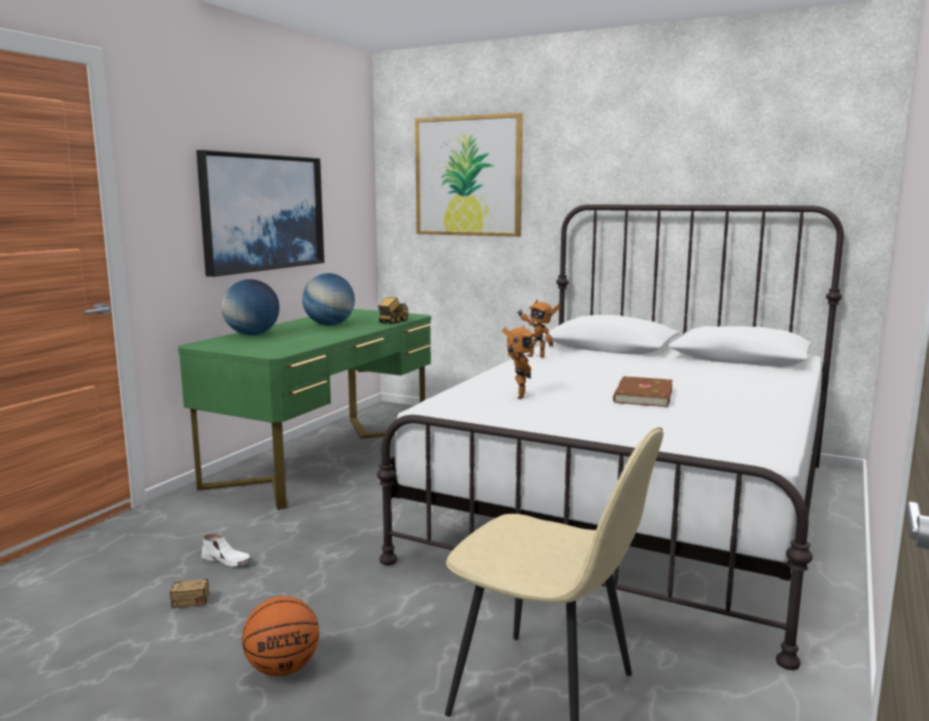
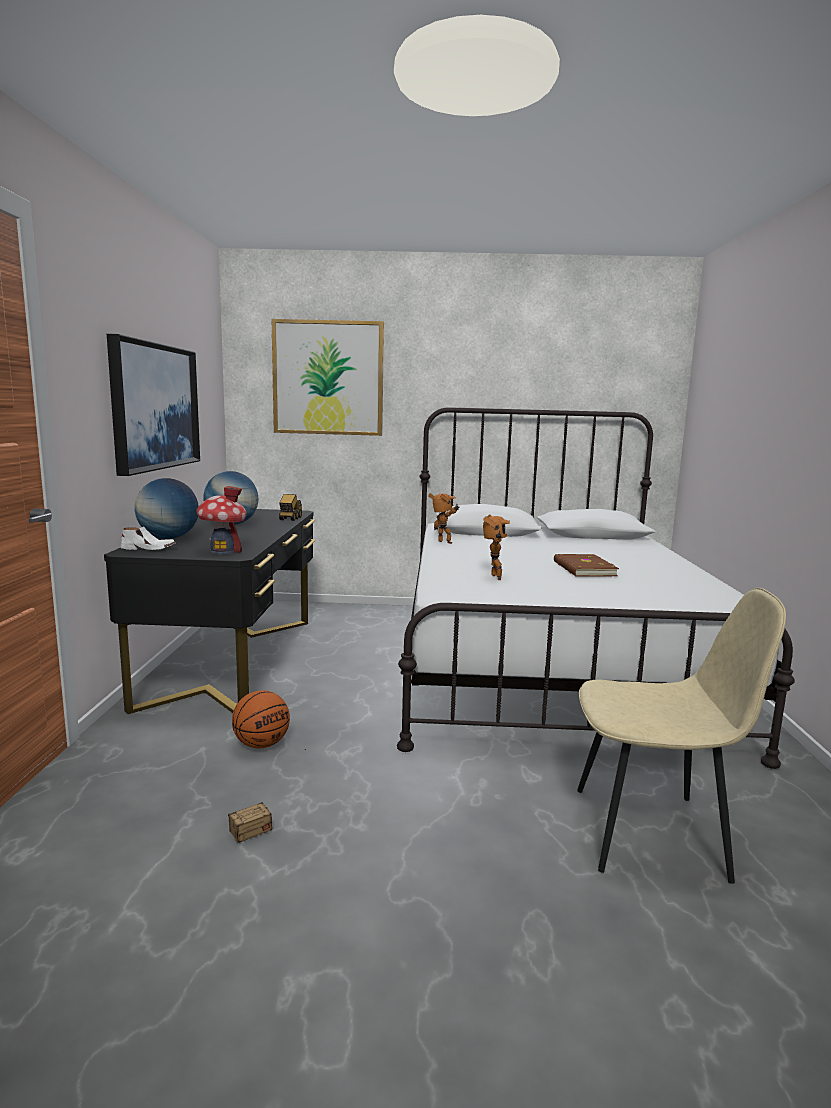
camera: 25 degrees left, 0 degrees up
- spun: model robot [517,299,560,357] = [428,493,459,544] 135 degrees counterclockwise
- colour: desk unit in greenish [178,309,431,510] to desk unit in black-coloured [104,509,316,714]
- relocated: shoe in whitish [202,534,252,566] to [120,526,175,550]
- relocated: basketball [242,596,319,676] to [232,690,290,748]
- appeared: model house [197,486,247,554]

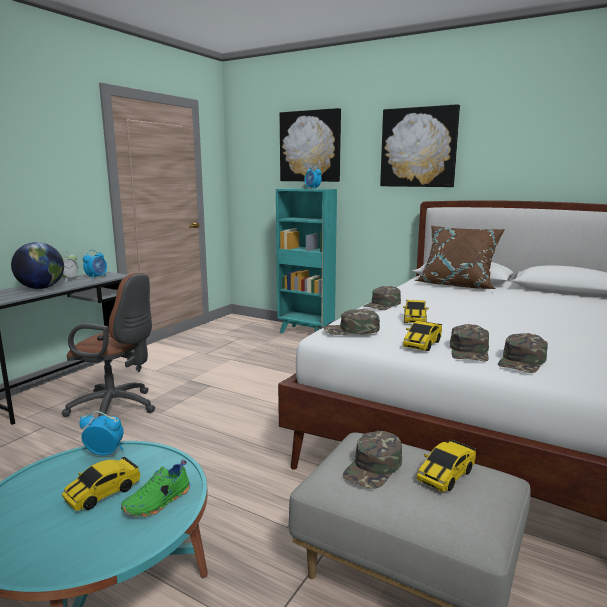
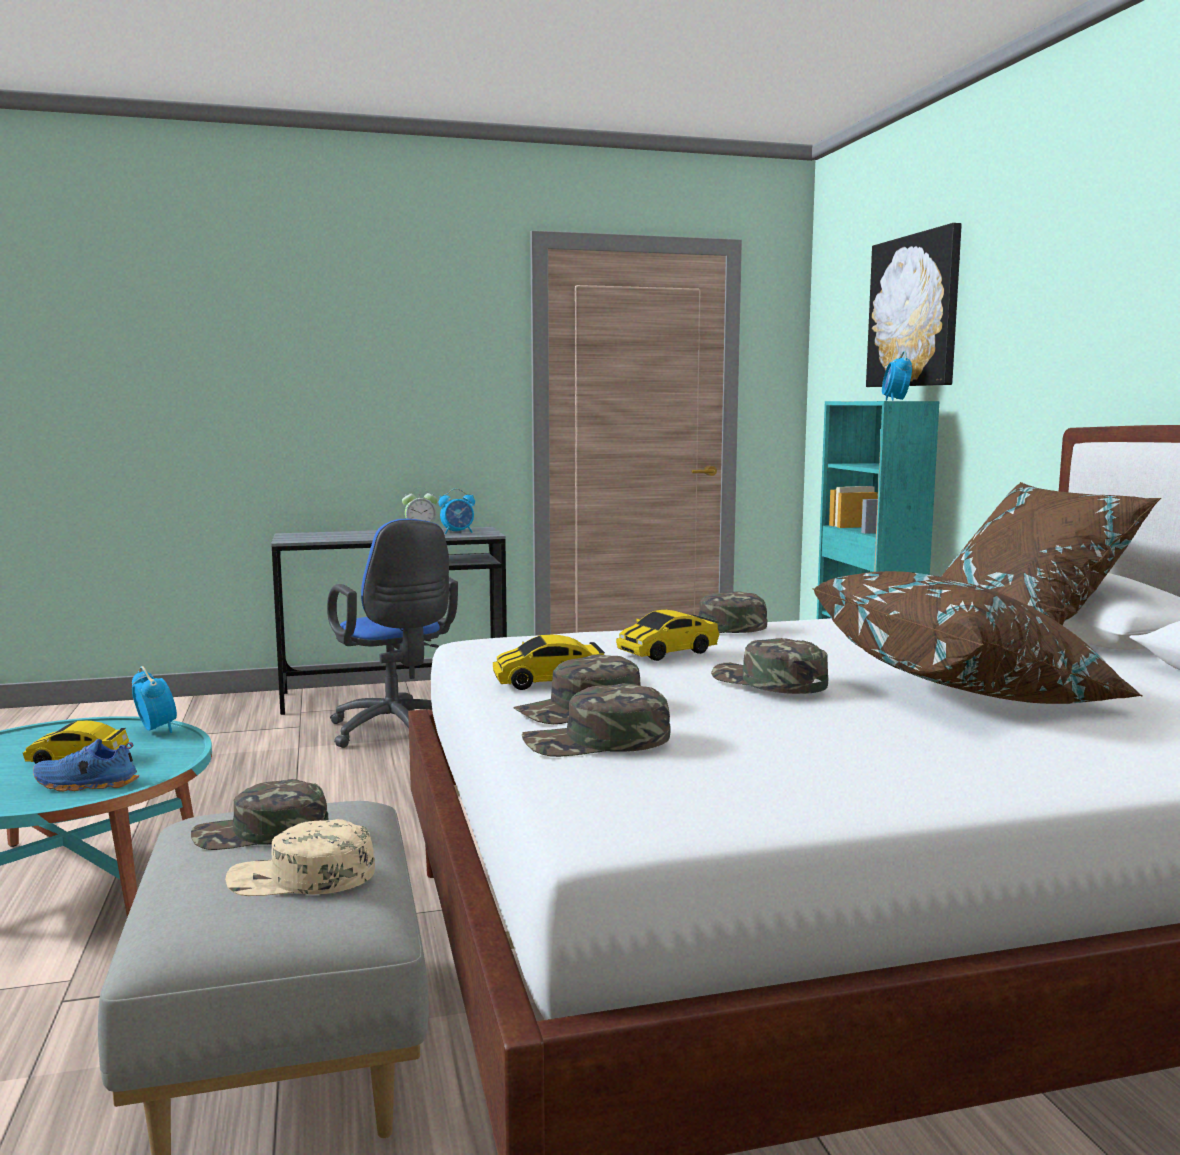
camera: 45 degrees right, 5 degrees down
- missing: wall picture [380,104,460,187]
- missing: globe [11,242,64,289]
- colour: office chair in brownish [62,273,155,417] to office chair in blue-coloured [327,519,458,748]
- relocated: cap in greenish [323,309,380,335] to [711,638,829,694]
- exchanged: miniature car [417,439,477,492] to cap in beige [225,819,375,896]
- colour: shoe in greenish [121,460,190,517] to shoe in blue-coloured [33,739,139,792]
- appeared: throw pillow in brownish [813,571,1143,704]

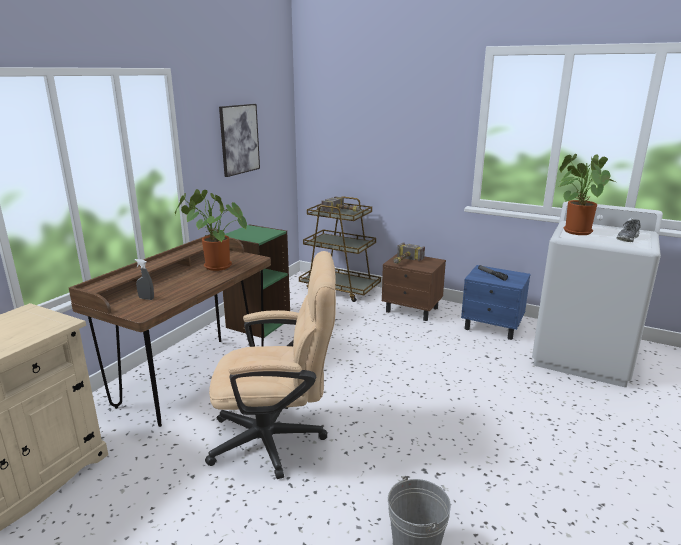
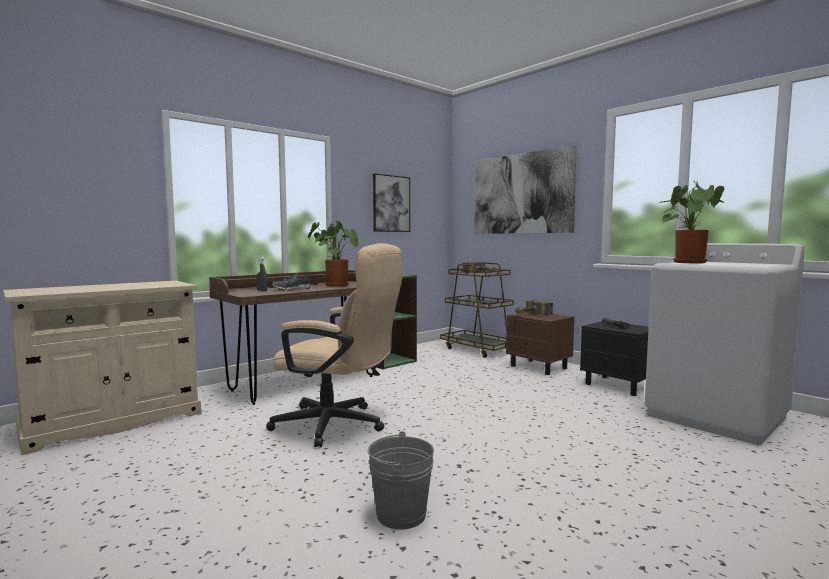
camera: 20 degrees right, 15 degrees down
- relocated: shoe [616,219,641,242] to [272,274,311,291]
- colour: night table in blue-coloured [461,265,531,340] to night table in black-coloured [580,321,649,396]
- appeared: wall picture [474,145,577,234]

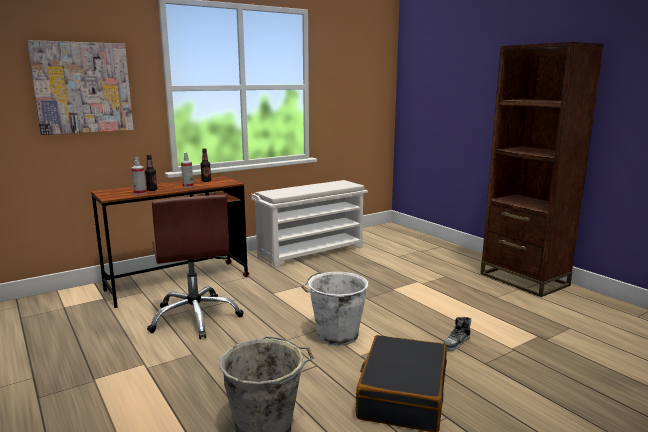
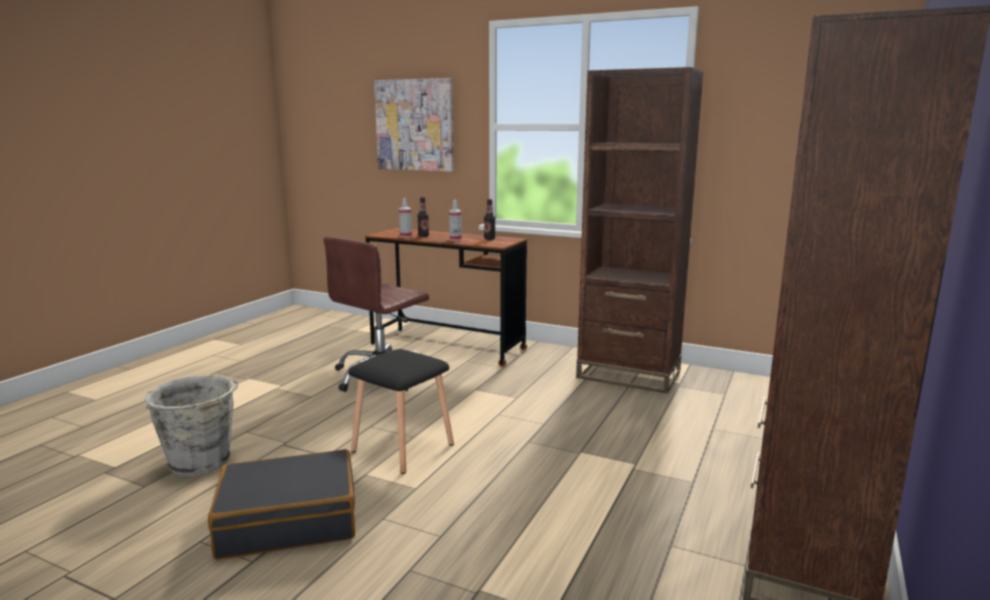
camera: 60 degrees right, 0 degrees up
- exchanged: shoe shelf in whitish [251,180,368,268] to shelving unit in brownish [576,67,704,394]
- exchanged: pail in whitish [301,272,368,346] to sitting stool in black-coloured [348,349,454,474]
- missing: shoe [443,317,471,351]

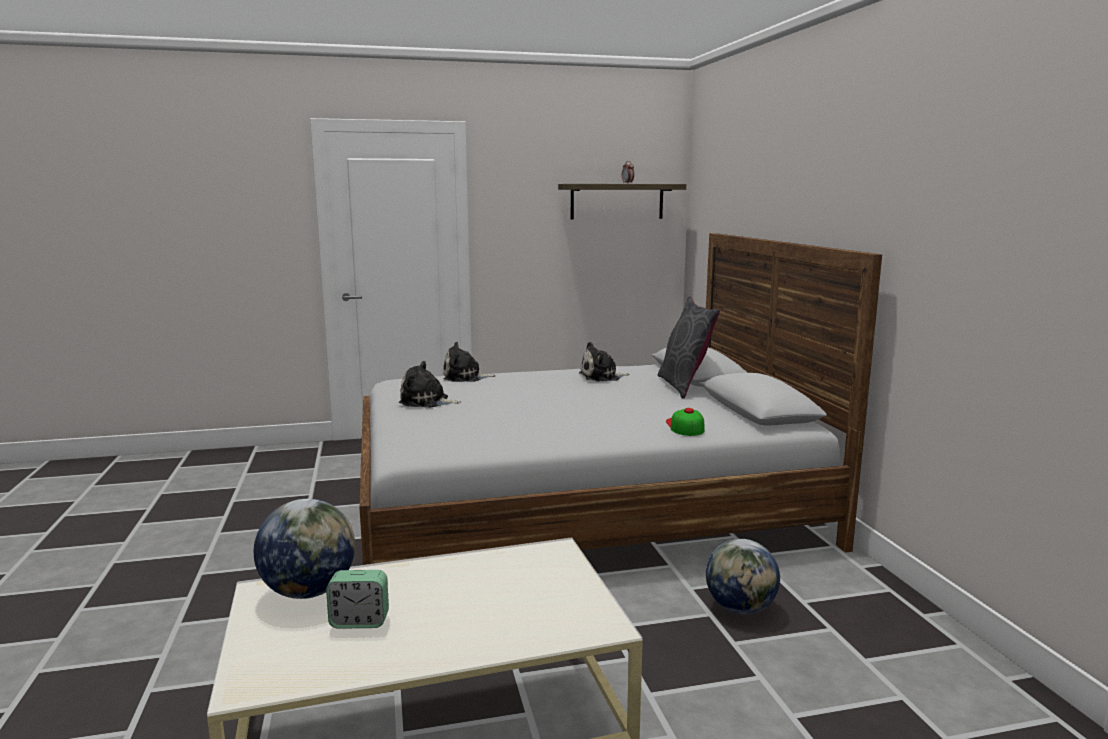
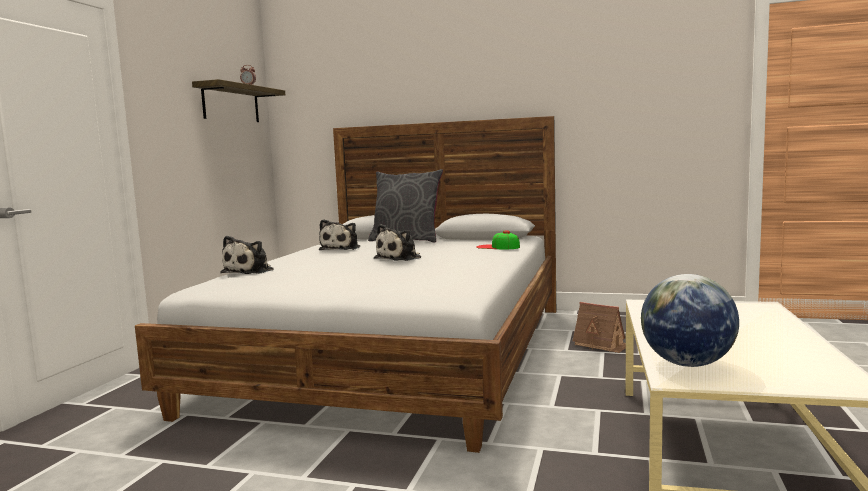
camera: 60 degrees left, 5 degrees down
- relocated: plush toy [399,361,461,408] to [374,224,421,261]
- exchanged: globe [706,539,780,614] to model house [573,302,626,353]
- missing: bedside clock [326,570,389,629]

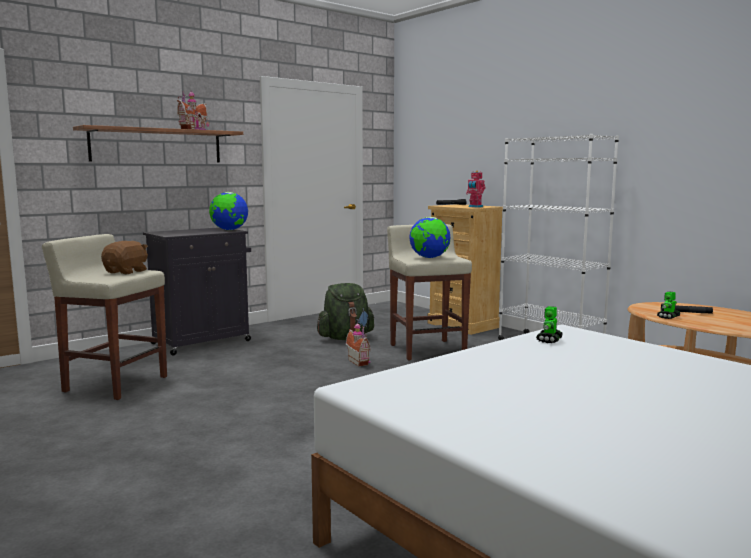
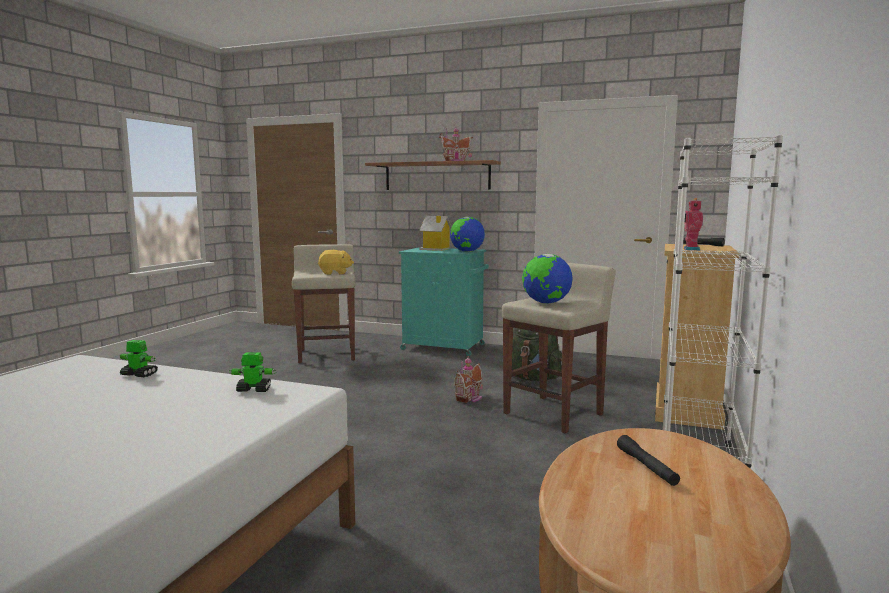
camera: 60 degrees right, 0 degrees up
- colour: cabinet in black-coloured [143,228,251,355] to cabinet in blue-green [399,247,489,356]
- colour: plush toy in brownish [101,241,148,274] to plush toy in yellow [318,250,354,275]
- relocated: model robot [657,291,681,319] to [120,340,158,377]
- appeared: model house [419,216,452,251]

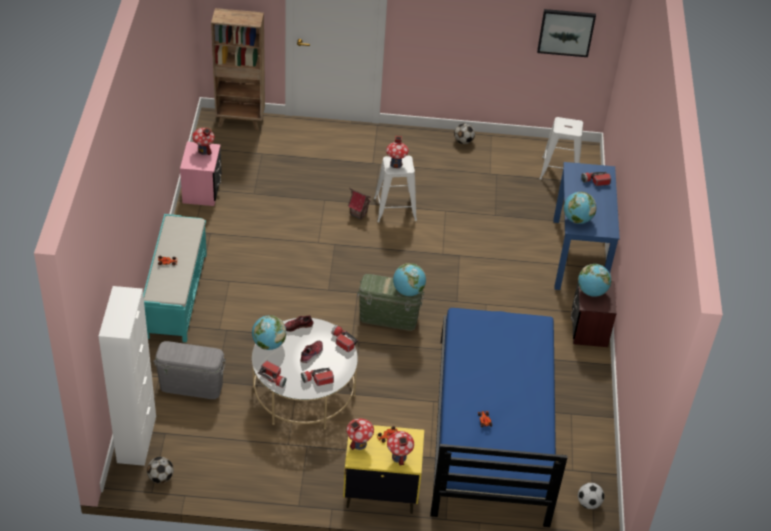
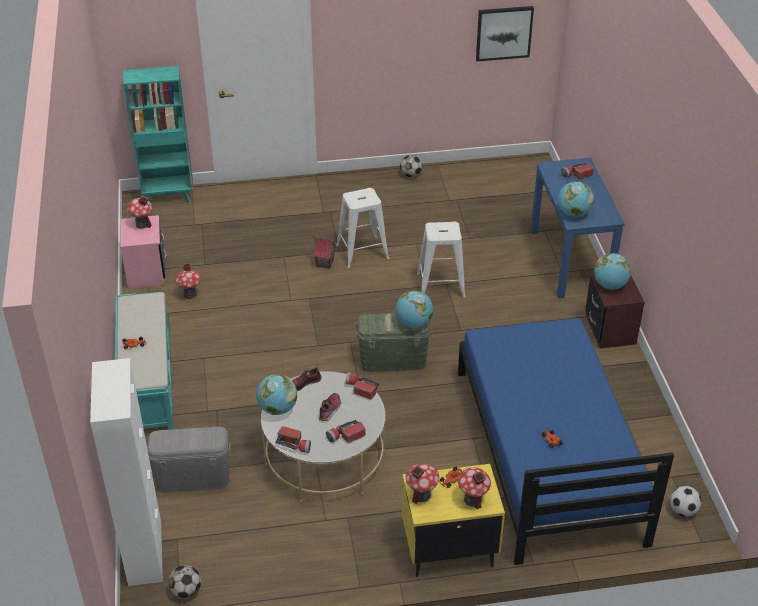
camera: 10 degrees left, 5 degrees down
- colour: shelving unit in brownish [211,8,265,131] to shelving unit in blue-green [123,66,193,203]
- relocated: sitting stool in whitish [539,117,583,179] to [417,222,466,297]
- relocated: model house [386,136,409,168] to [175,263,201,299]

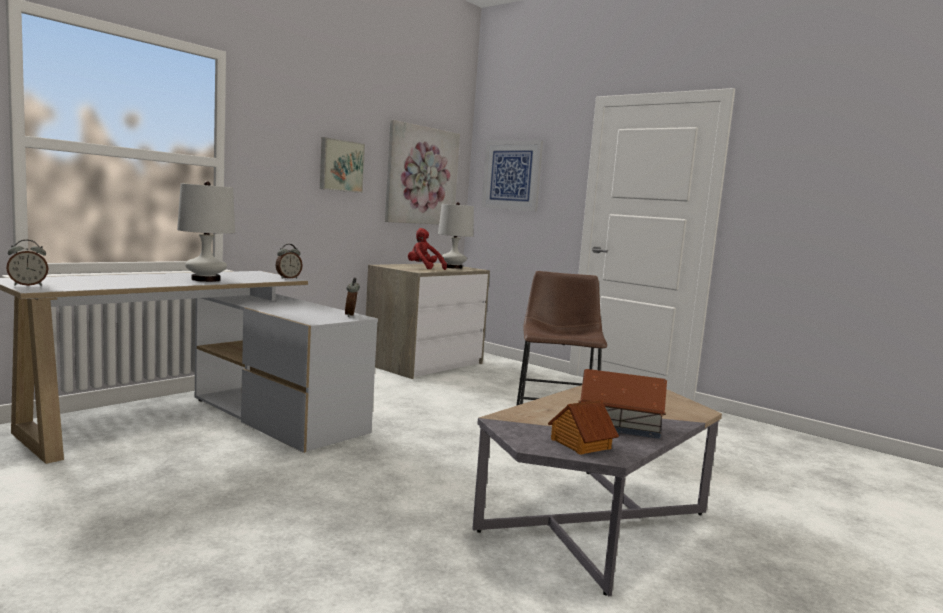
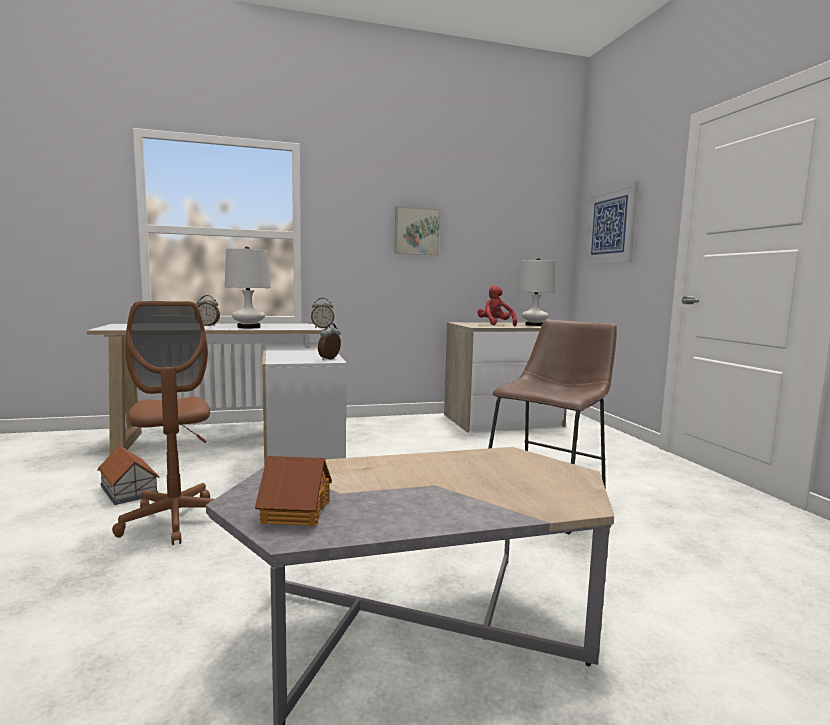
camera: 35 degrees right, 0 degrees up
- missing: wall picture [385,120,460,224]
- relocated: bedside clock [6,240,49,286] to [196,295,220,326]
- relocated: model house [578,369,667,439] to [98,445,159,505]
- appeared: office chair in brownish [112,301,214,545]

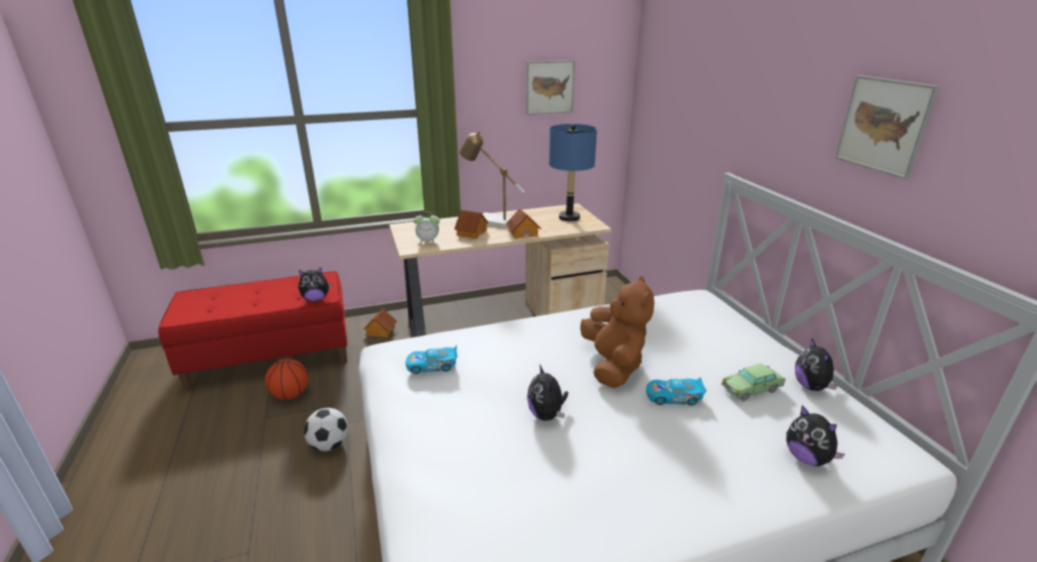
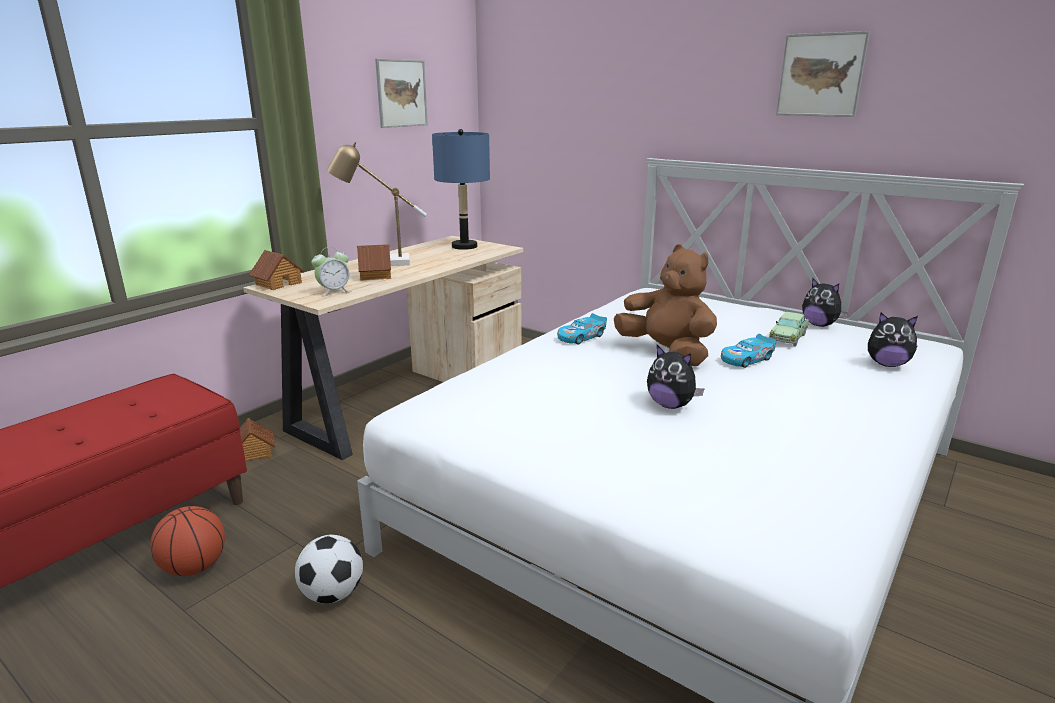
camera: 35 degrees left, 5 degrees down
- relocated: model house [506,208,541,239] to [249,250,305,290]
- missing: plush toy [299,268,331,302]
- relocated: miniature car [406,346,458,374] to [557,313,607,345]

